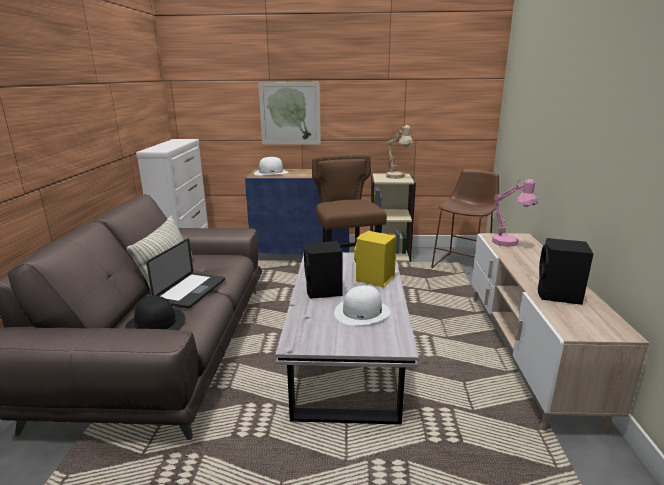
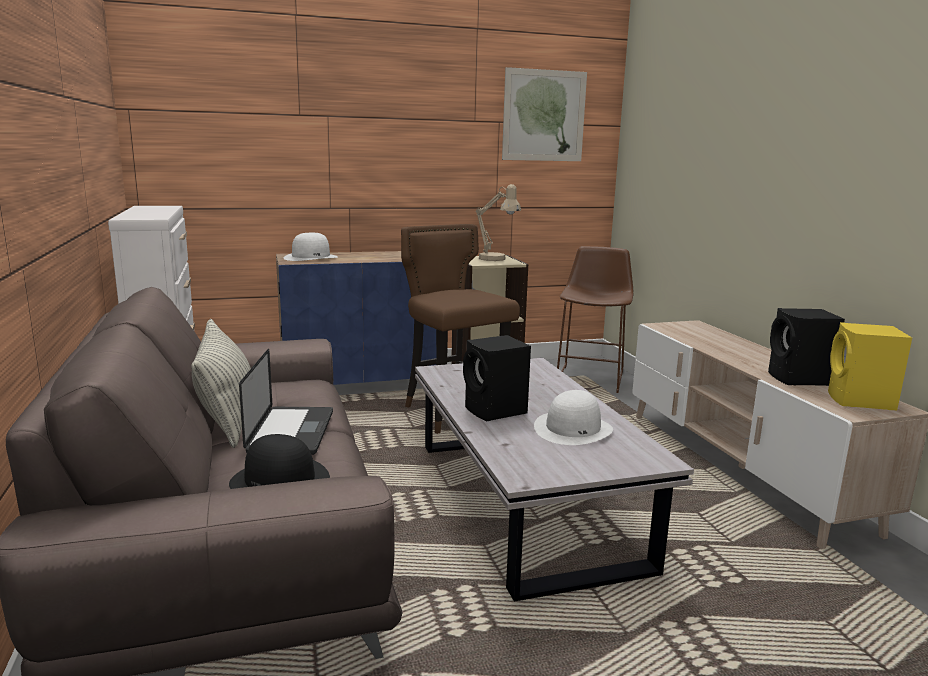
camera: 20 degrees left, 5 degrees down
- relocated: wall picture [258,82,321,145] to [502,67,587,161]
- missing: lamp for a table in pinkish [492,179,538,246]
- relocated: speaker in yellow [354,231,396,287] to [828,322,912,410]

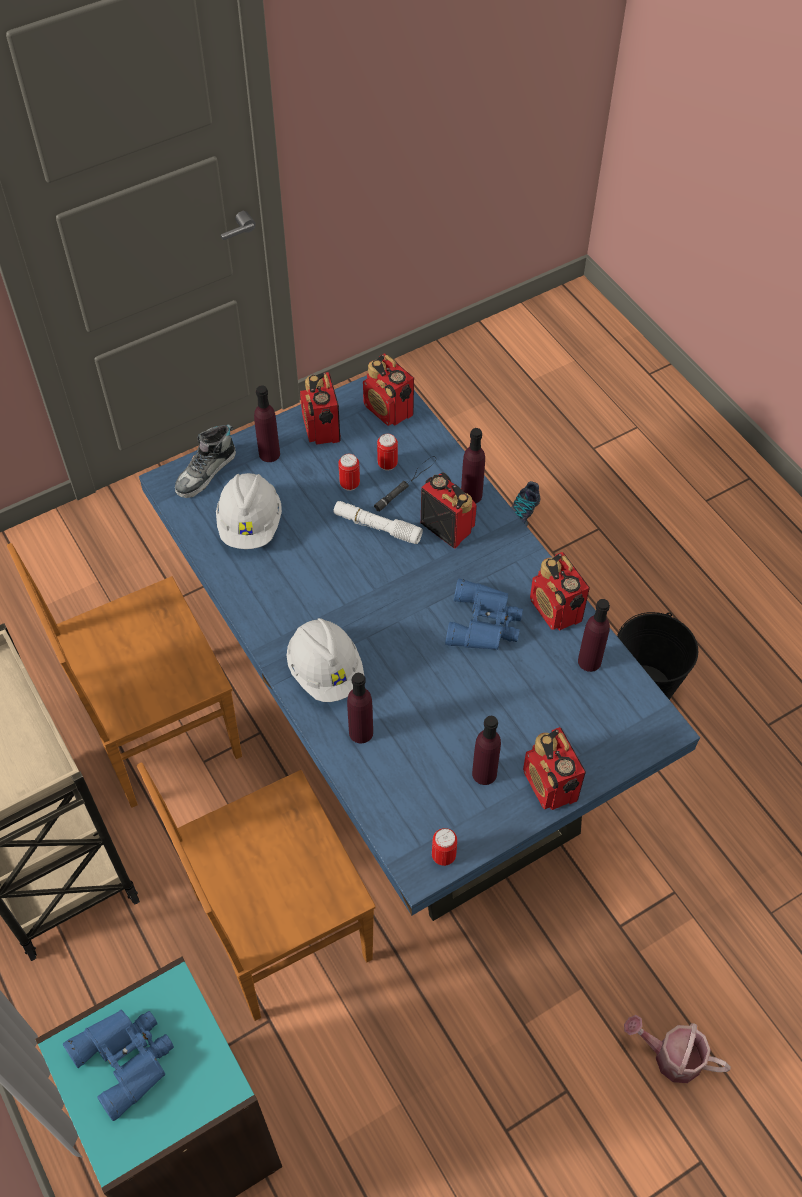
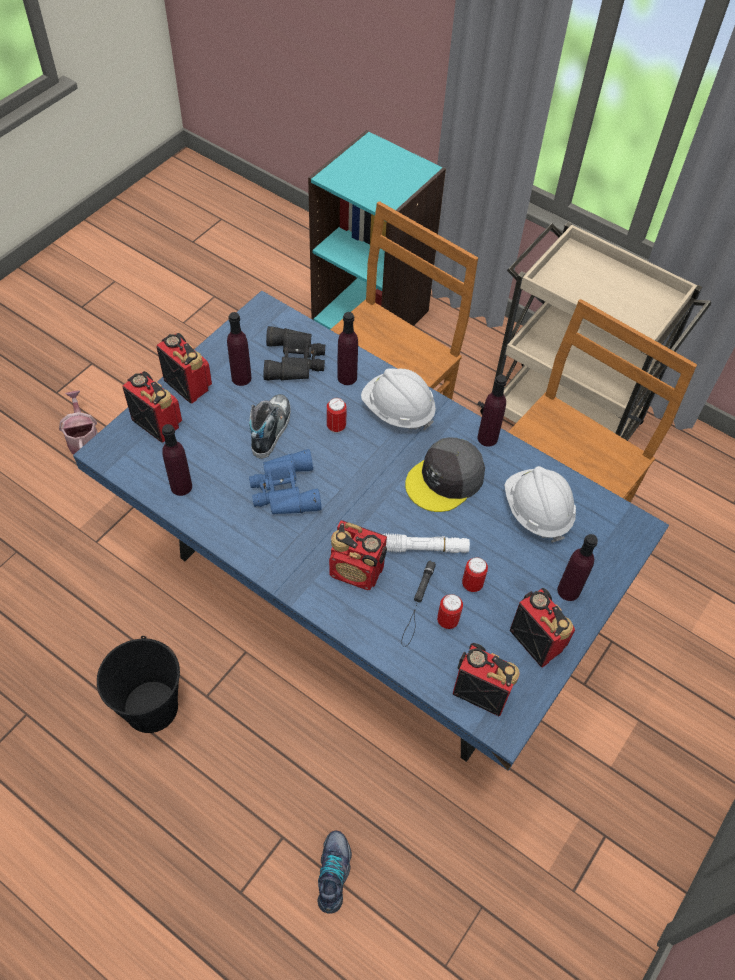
camera: 155 degrees right, 0 degrees up
- relocated: shoe [175,424,236,498] to [249,394,291,459]
- relocated: drink bottle in purple-coloured [461,428,485,503] to [477,375,507,447]
- relocated: radio [530,552,590,630] to [123,371,182,443]
- relocated: can [432,828,457,866] to [327,398,347,433]
- missing: field glasses in blue-coloured [63,1010,174,1121]
- spun: sprinkling can [624,1015,731,1083] = [59,391,98,455] 105 degrees counterclockwise
- appeared: field glasses in black-coloured [263,326,325,380]
- appeared: cap in grey [405,437,485,512]

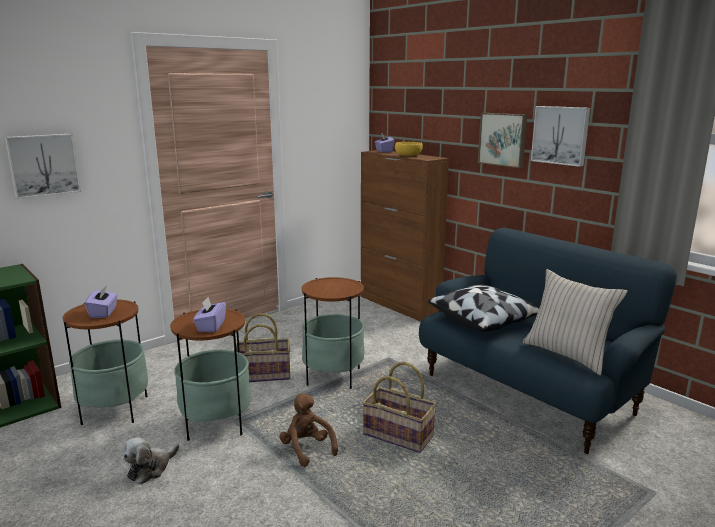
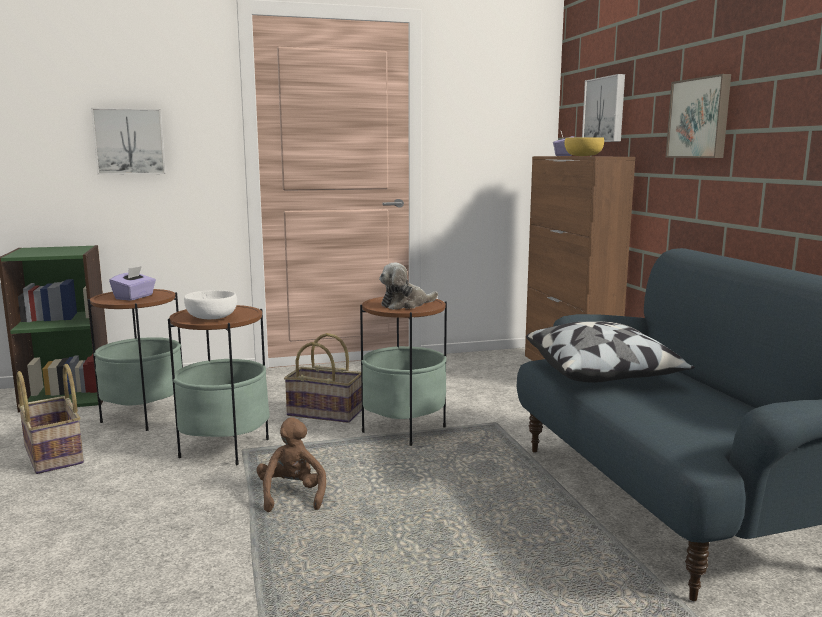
camera: 25 degrees right, 5 degrees down
- relocated: wall picture [531,106,590,167] to [582,74,625,142]
- missing: throw pillow in beige [523,269,628,375]
- exchanged: tissue holder in purple-coloured [193,297,226,332] to serving bowl in whitish [184,290,237,319]
- relocated: household basket [362,362,436,453] to [17,364,84,474]
- relocated: plush toy [123,437,179,484] to [379,263,438,310]

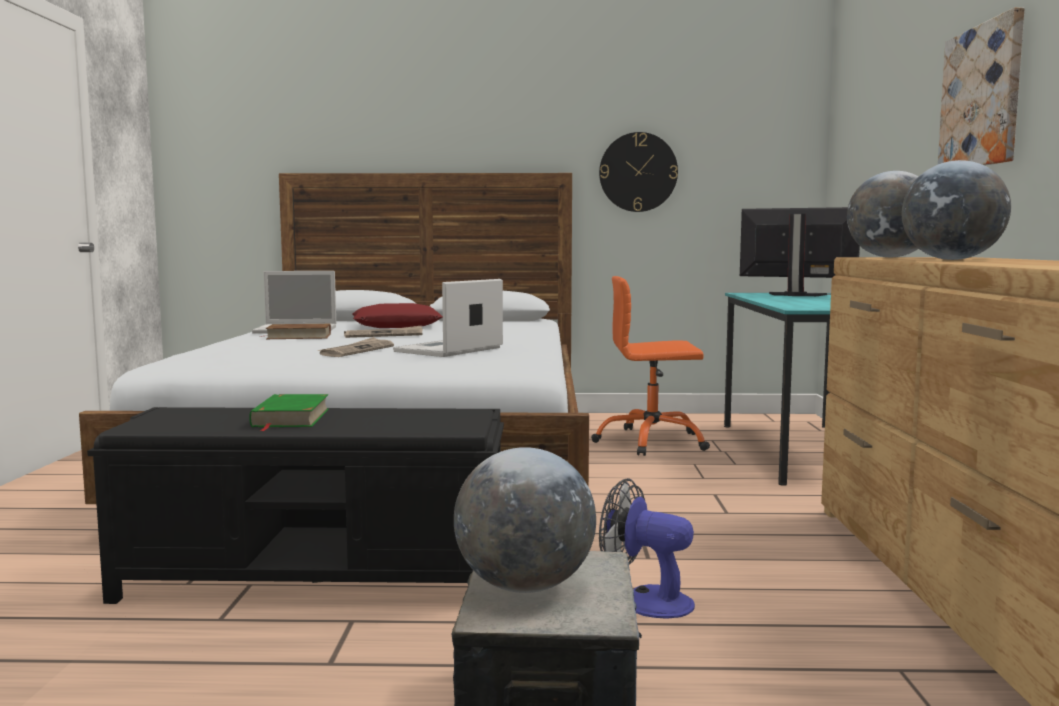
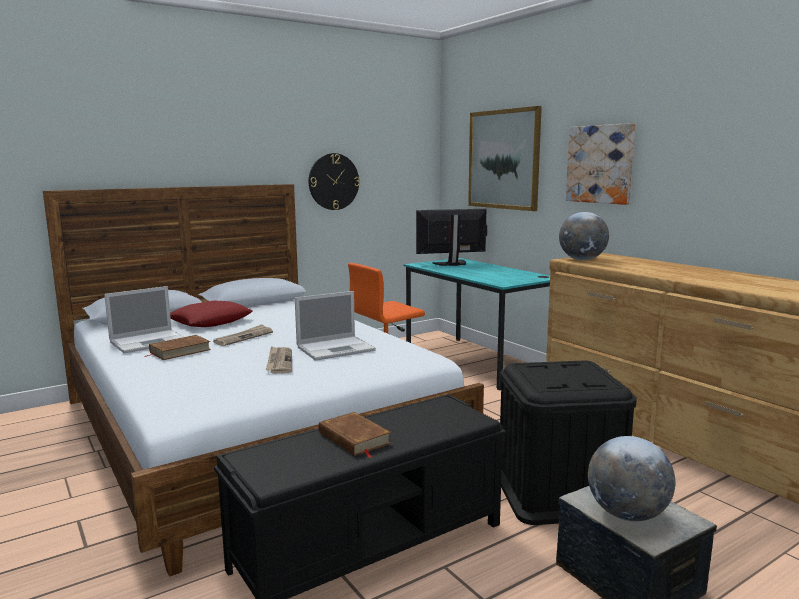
camera: 35 degrees left, 5 degrees up
- missing: globe [902,160,1011,260]
- spun: laptop [393,279,503,357] = [295,291,376,361] 120 degrees counterclockwise
- colour: bound book in greenish [249,394,329,431] to bound book in brownish [319,412,391,458]
- exchanged: electric fan [599,478,695,619] to storage bin in black-coloured [500,361,637,525]
- appeared: wall picture [468,106,542,211]

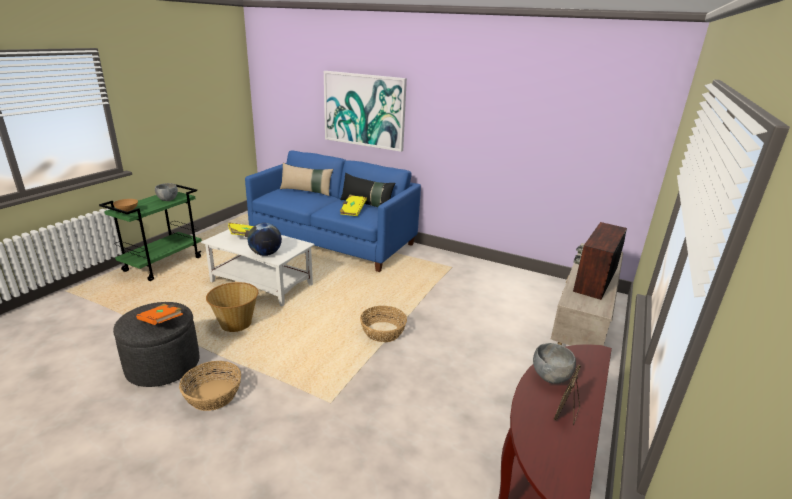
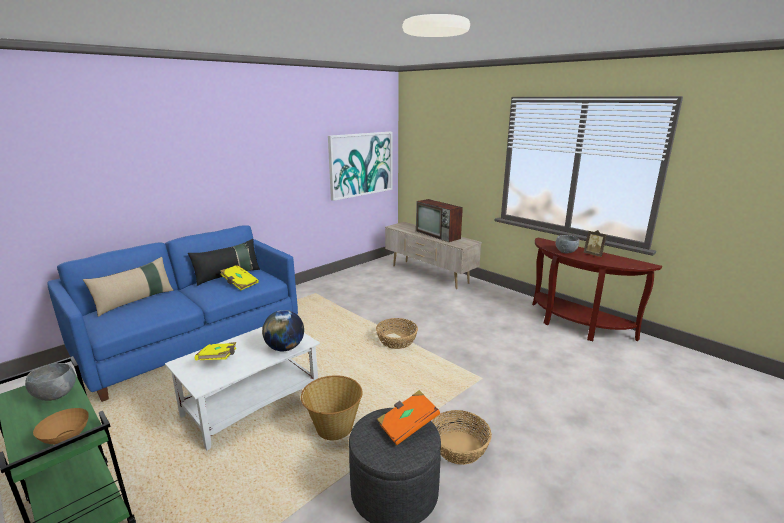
camera: 70 degrees left, 5 degrees down
- relocated: wall picture [324,71,407,152] to [328,132,392,201]

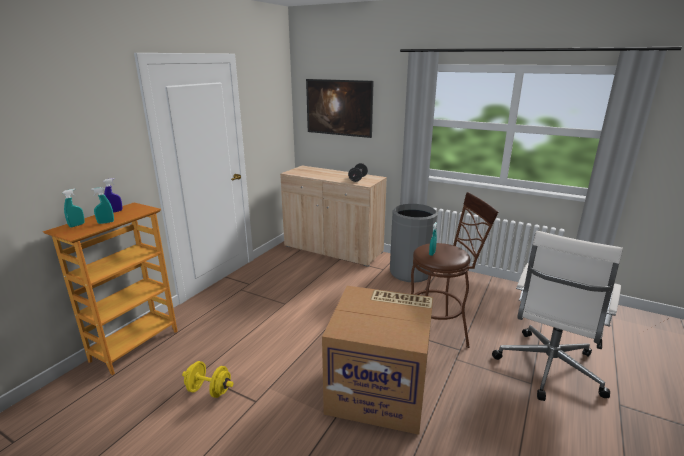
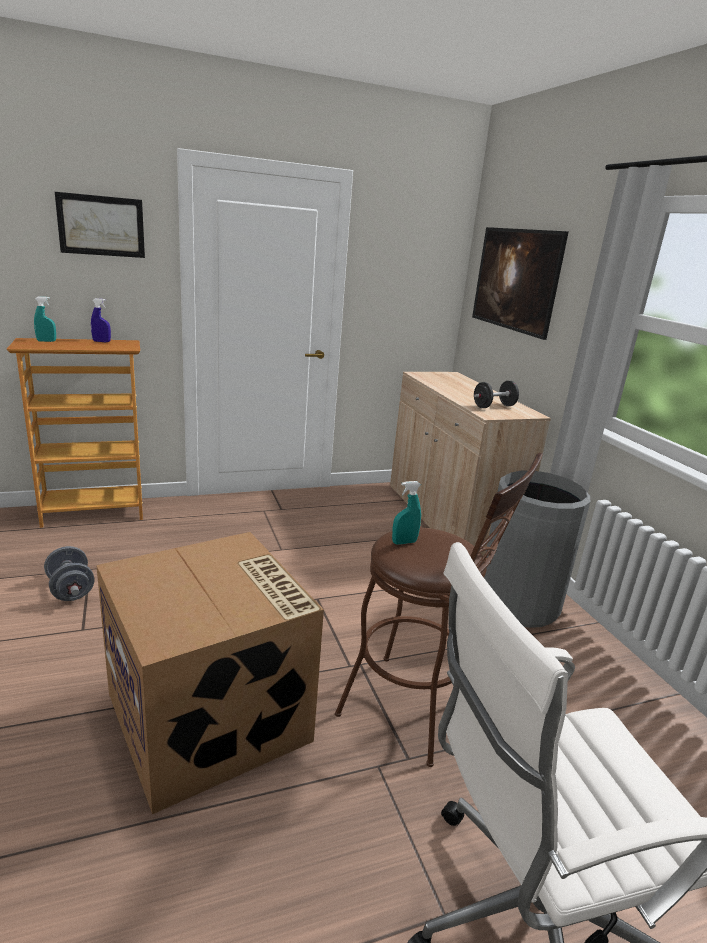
camera: 40 degrees right, 0 degrees up
- missing: sprayer in blue-green [91,187,114,224]
- colour: dumbbell in yellow [182,361,234,398] to dumbbell in grey [44,546,94,601]
- appeared: wall picture [55,192,145,258]

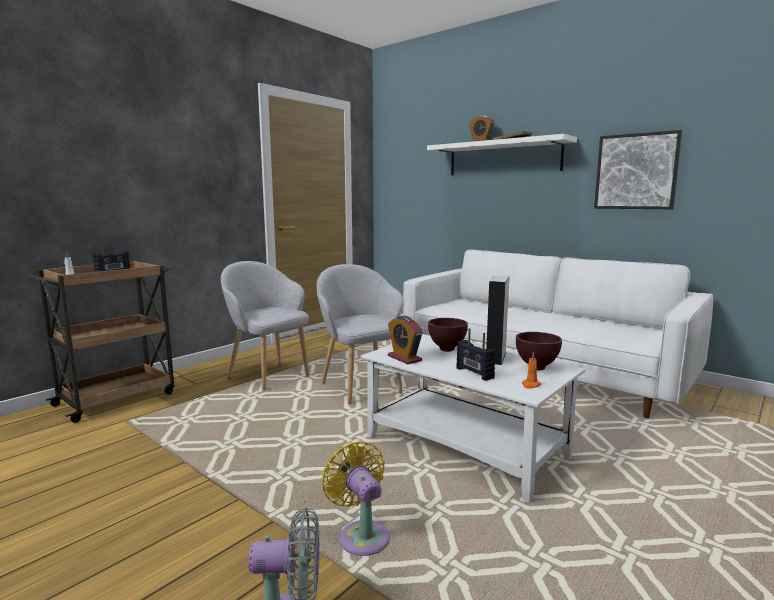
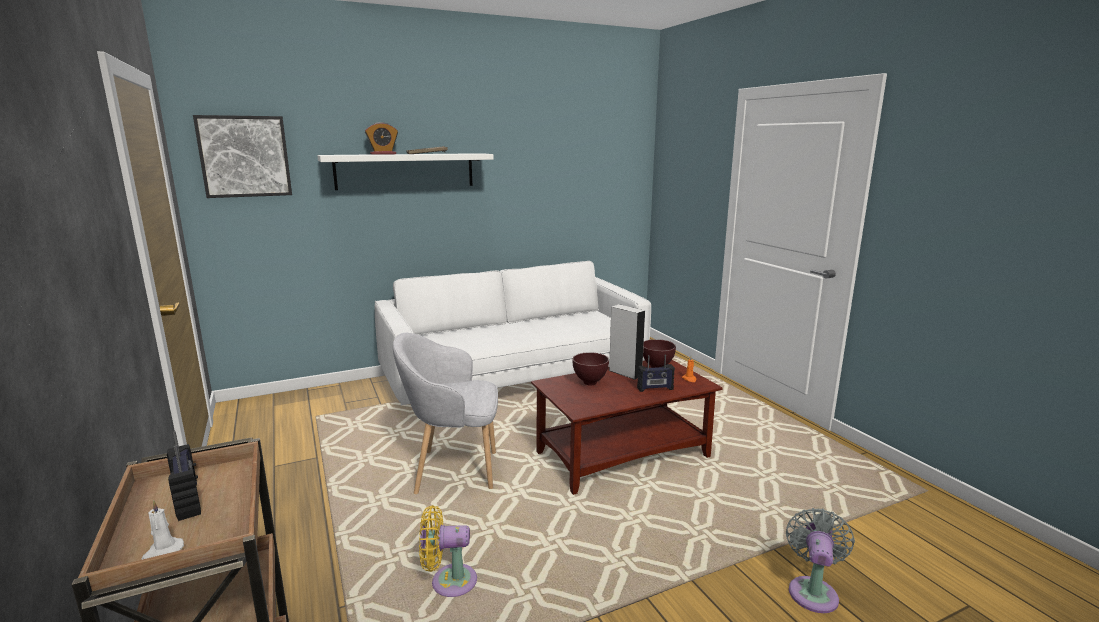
camera: 65 degrees left, 5 degrees up
- relocated: wall picture [594,130,682,209] to [193,115,292,198]
- missing: easy chair in grey [221,261,310,391]
- missing: bedside clock [388,316,423,364]
- colour: lounge table in whitish [361,334,585,503] to lounge table in brownish [531,360,723,495]
- relocated: electric fan in yellow [322,441,390,556] to [419,505,477,597]

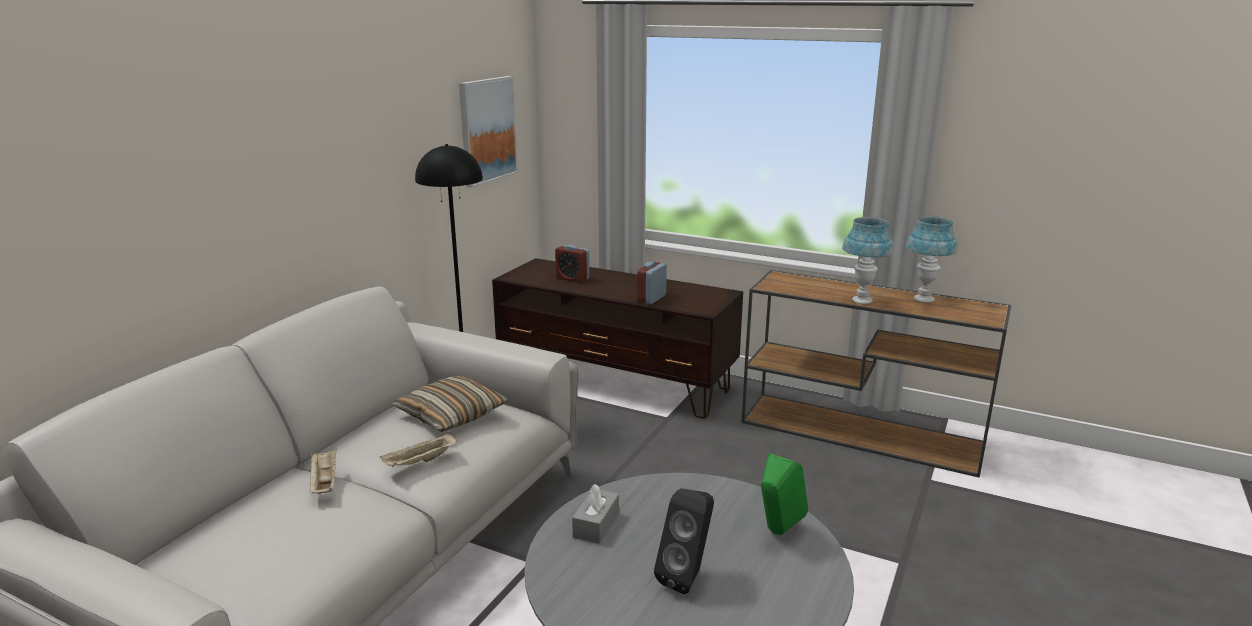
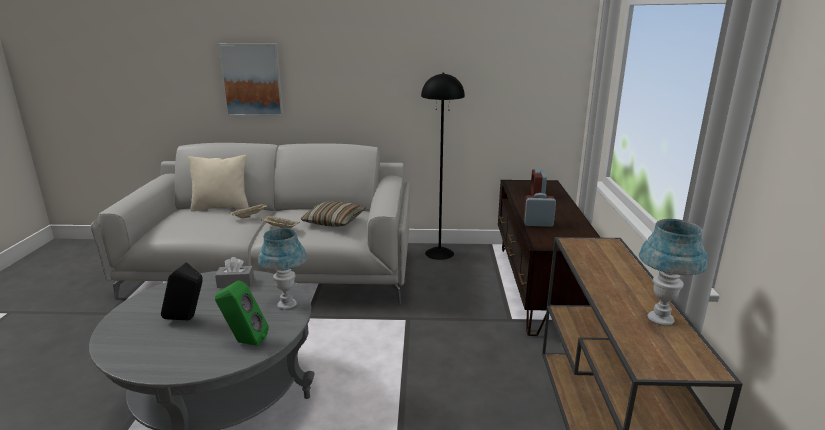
camera: 65 degrees right, 0 degrees up
- relocated: wall picture [459,76,518,188] to [218,44,284,116]
- relocated: lamp for a table in blue-coloured [842,217,894,304] to [258,228,307,309]
- appeared: throw pillow in beige [188,155,249,211]

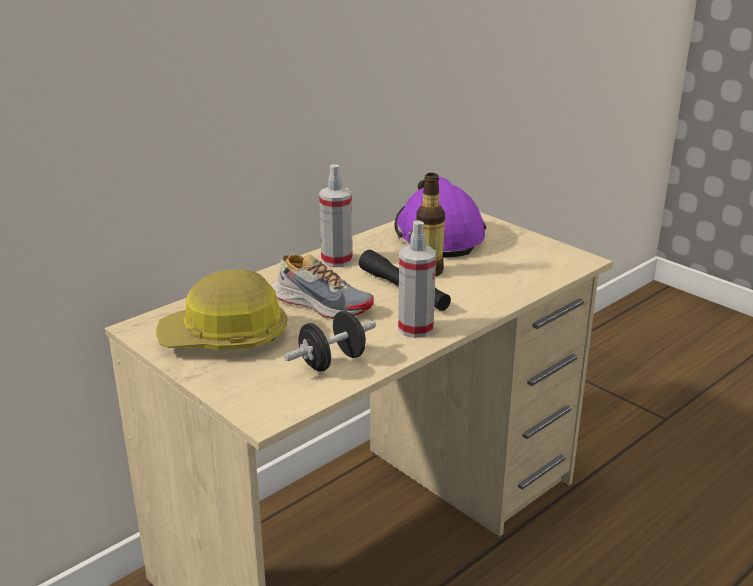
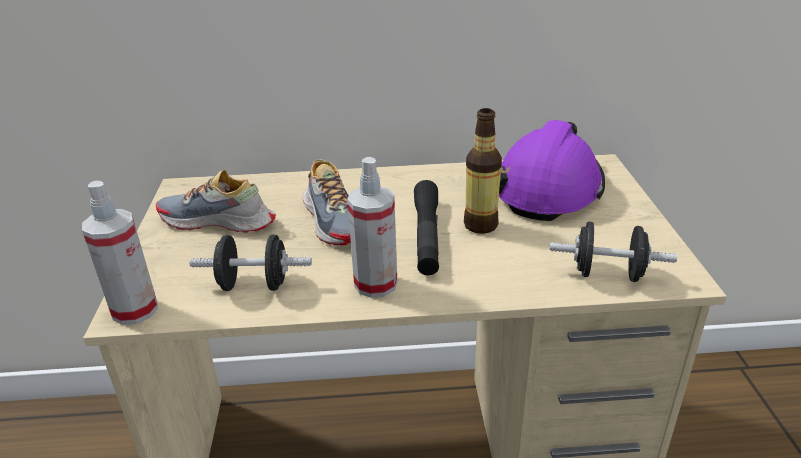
camera: 40 degrees right, 5 degrees up
- relocated: sprayer [319,164,353,267] to [82,181,158,325]
- exchanged: safety helmet [156,269,287,350] to shoe [156,170,276,233]
- appeared: dumbbell in black-coloured [549,222,677,282]

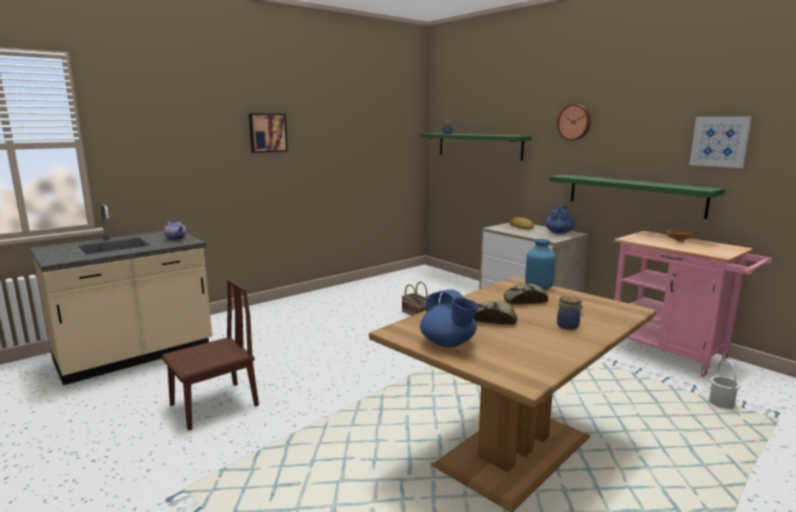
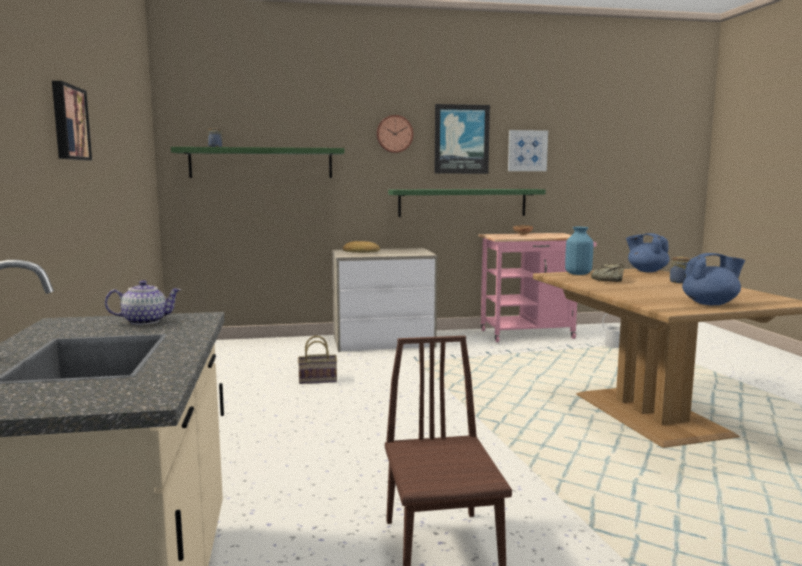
camera: 60 degrees left, 5 degrees down
- relocated: teapot in blue-coloured [545,206,575,234] to [626,233,669,272]
- missing: bakery bread [474,301,517,325]
- appeared: wall picture [435,104,490,174]

